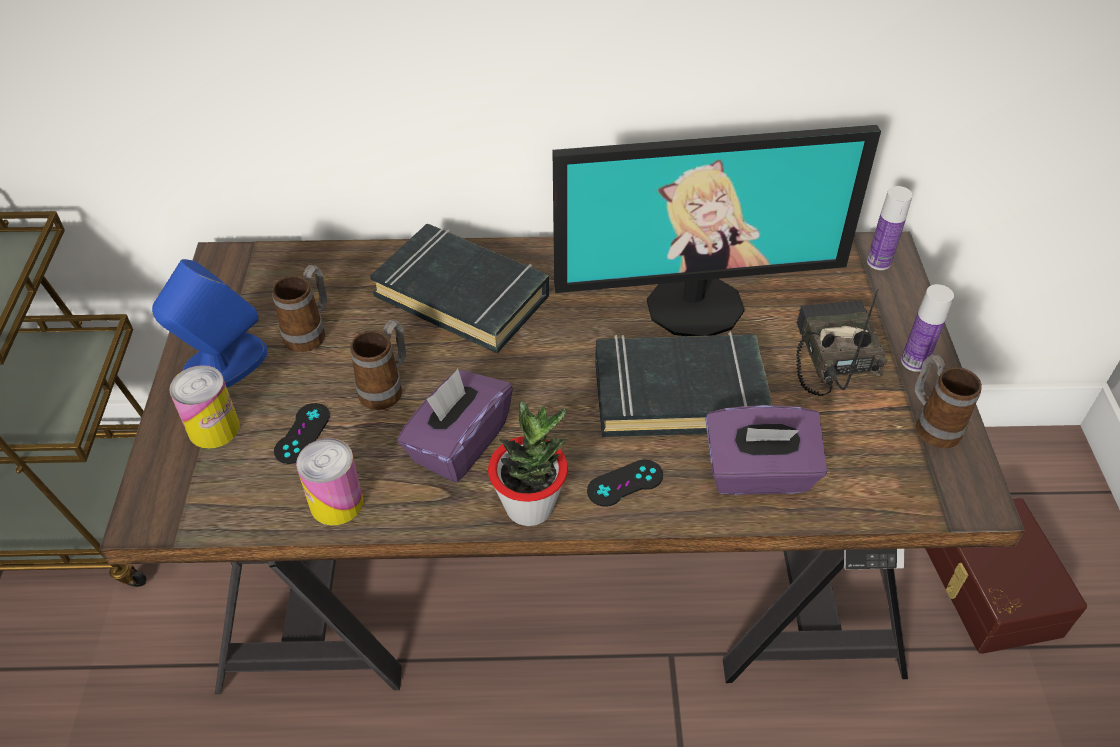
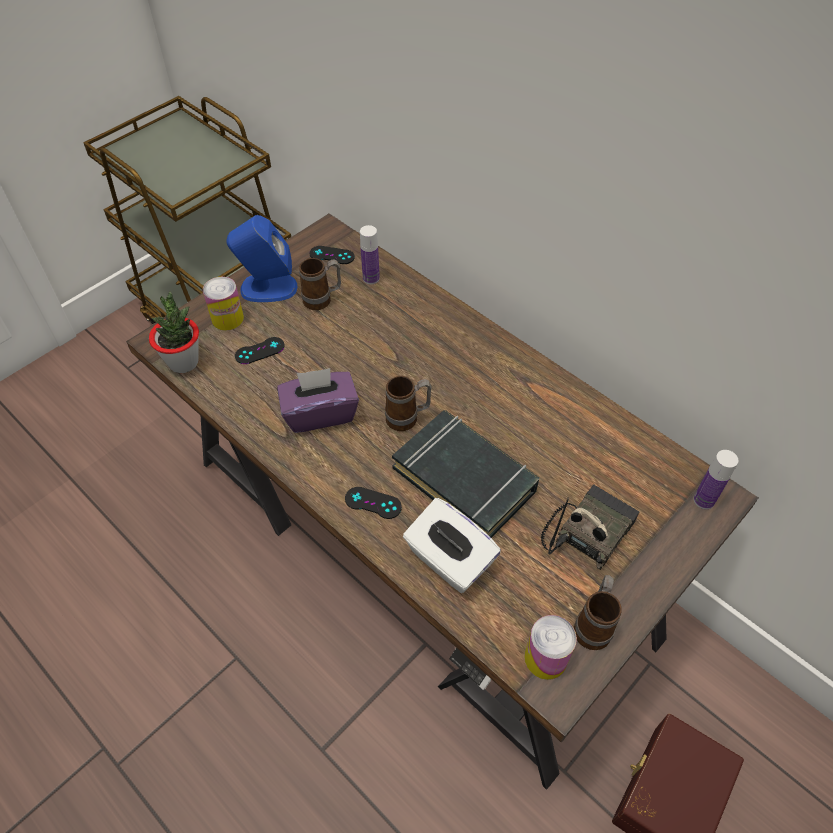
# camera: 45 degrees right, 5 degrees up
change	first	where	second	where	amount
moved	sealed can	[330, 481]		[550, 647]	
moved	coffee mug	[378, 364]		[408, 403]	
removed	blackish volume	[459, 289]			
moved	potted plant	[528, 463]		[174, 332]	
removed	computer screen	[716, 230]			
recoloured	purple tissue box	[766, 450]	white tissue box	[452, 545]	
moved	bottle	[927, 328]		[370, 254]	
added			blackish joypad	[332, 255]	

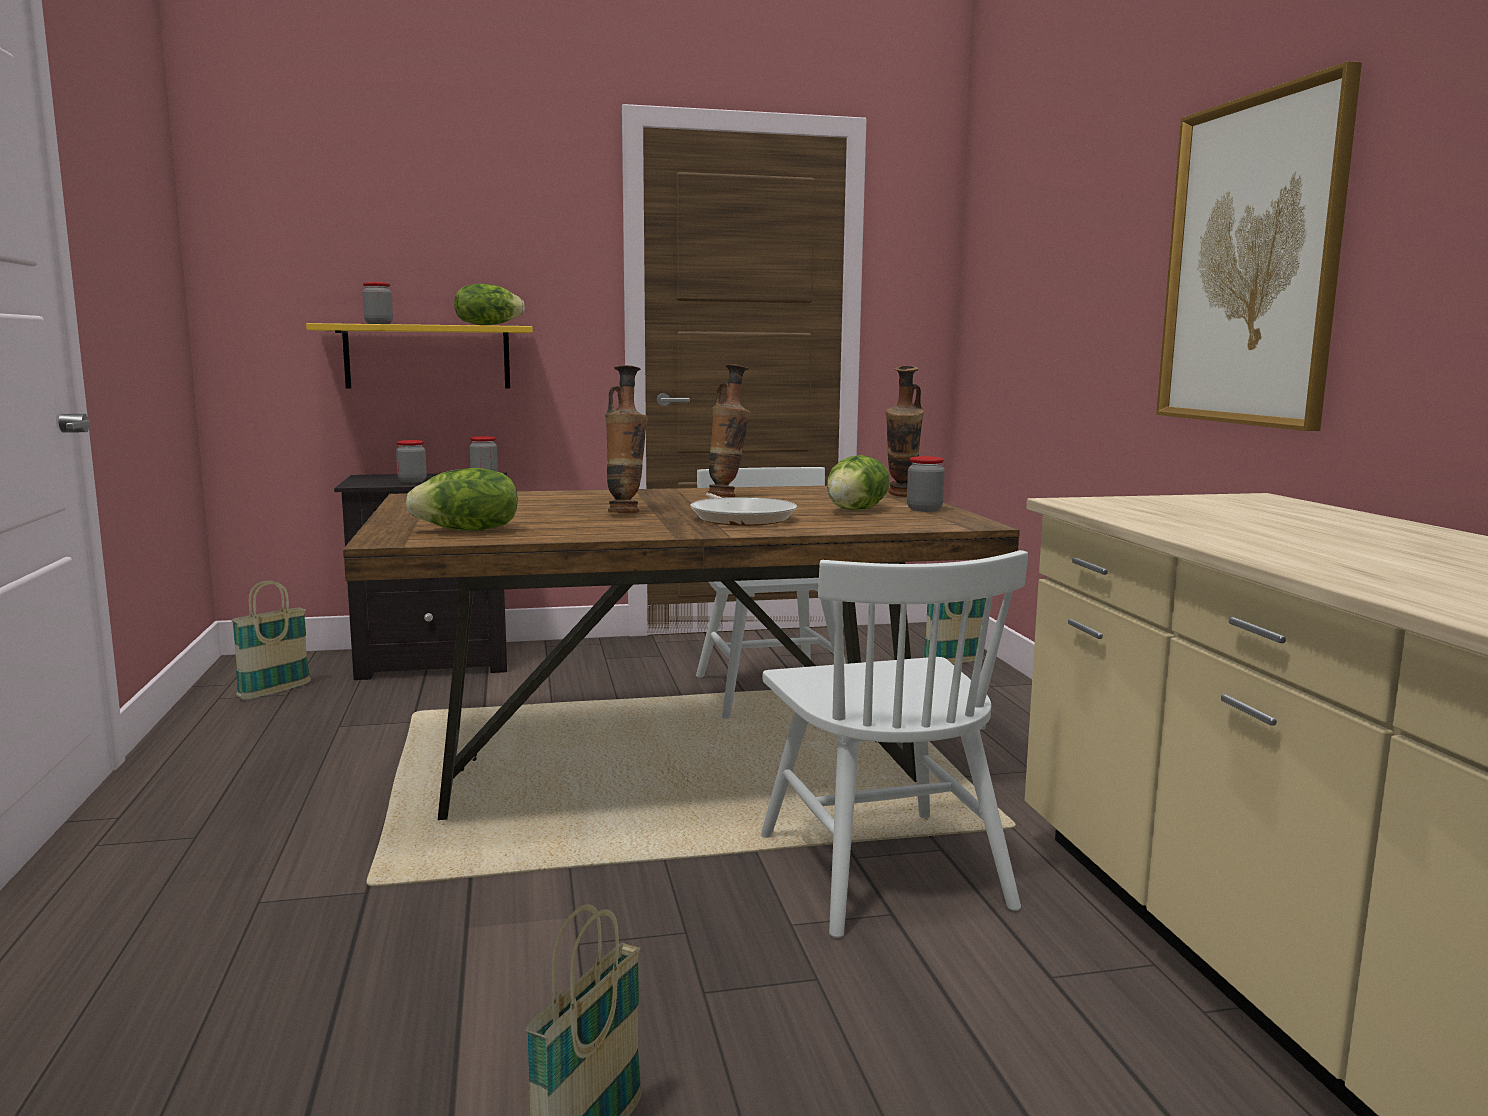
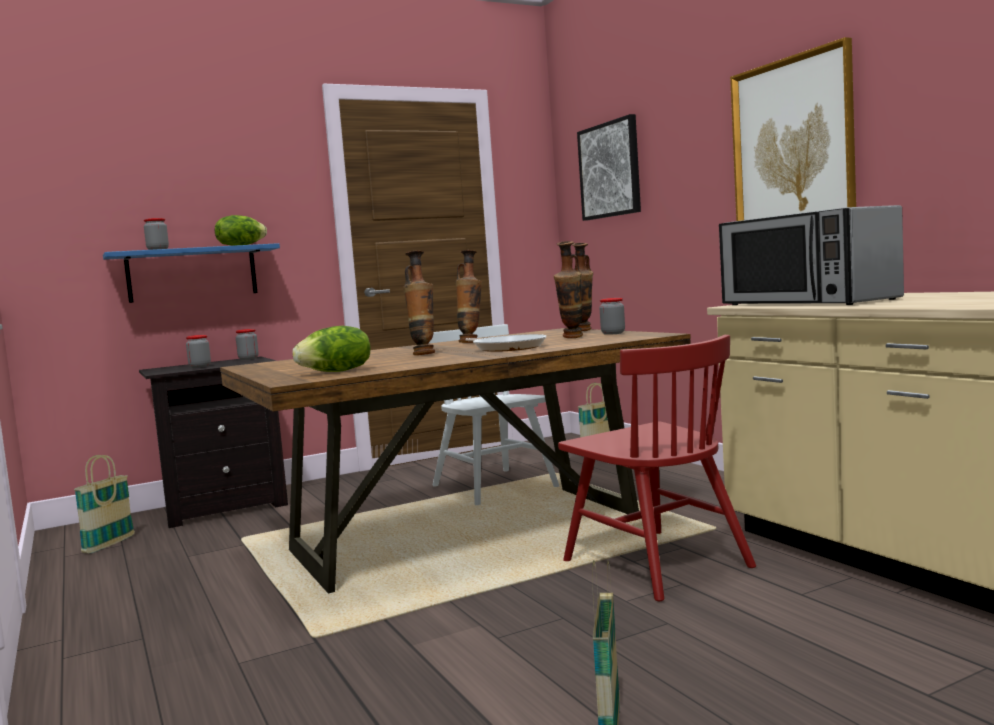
# camera: 15 degrees left, 5 degrees down
change	first	where	second	where	amount
recoloured	yellow-coloured bracket shelf	[419, 356]	bluish bracket shelf	[191, 273]	
recoloured	white upright chair	[894, 744]	reddish upright chair	[657, 468]	
replaced	head of lettuce	[858, 482]	decorative vase	[568, 289]	
added			wall art	[609, 167]	
added			kitchen microwave	[811, 255]	

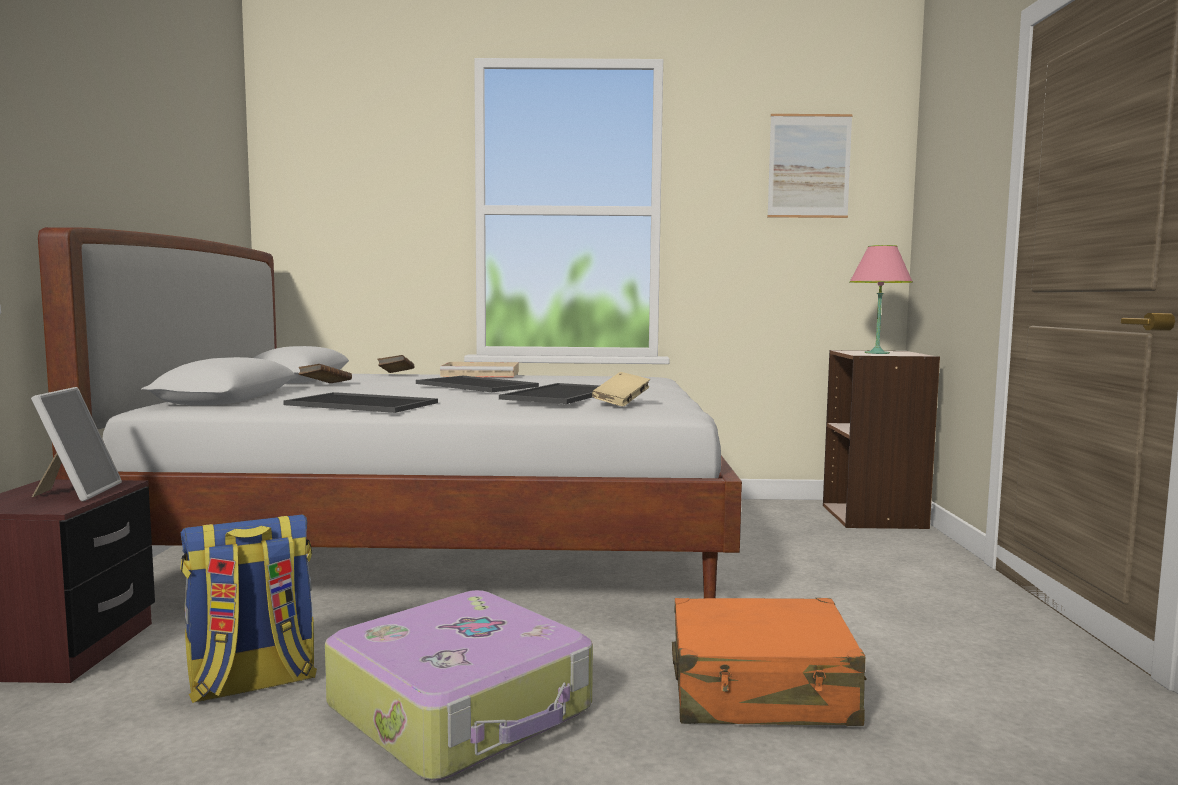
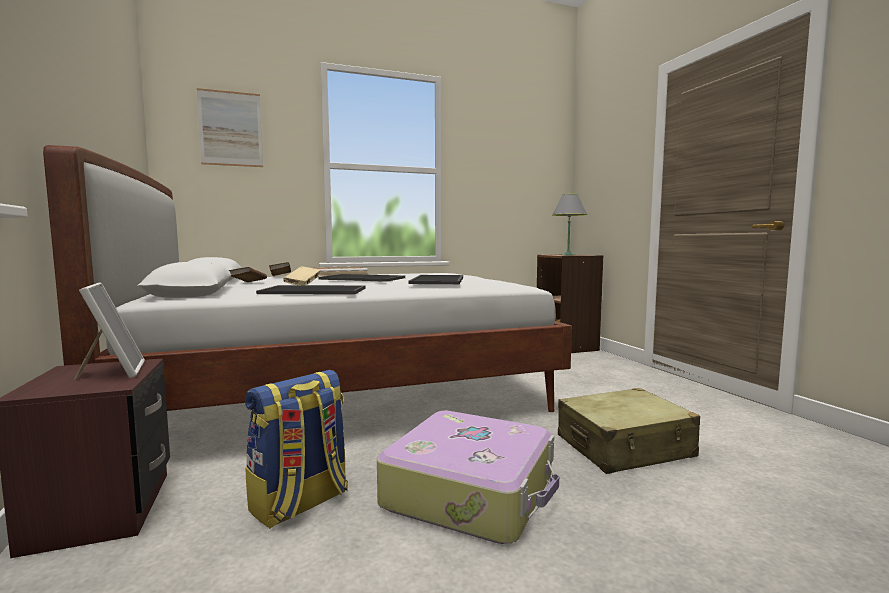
# camera: 20 degrees left, 0 degrees up
change	first	where	second	where	amount
moved	beige-coloured volume	[621, 389]		[302, 275]	
recoloured	orange piece of luggage	[769, 662]	beige-coloured piece of luggage	[629, 431]	
moved	wall art	[809, 166]		[230, 127]	
recoloured	pink-coloured lamp for a table	[881, 299]	grey lamp for a table	[570, 224]	

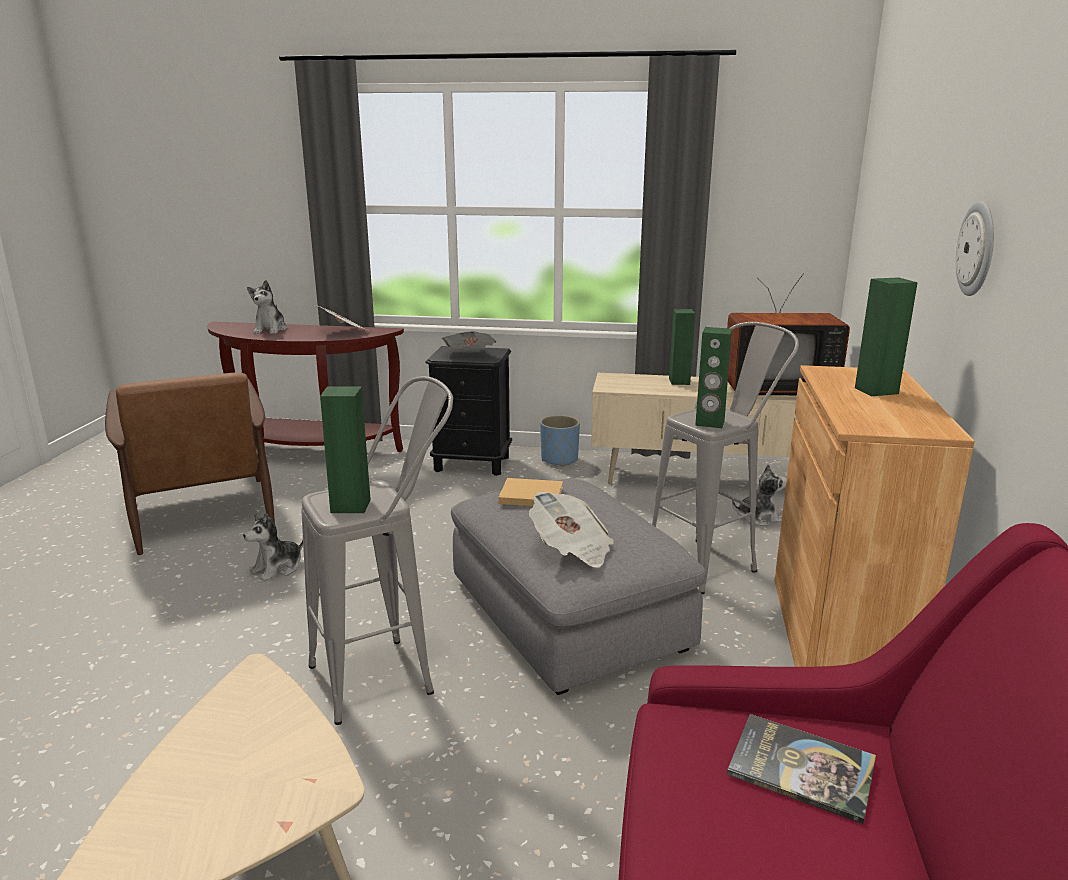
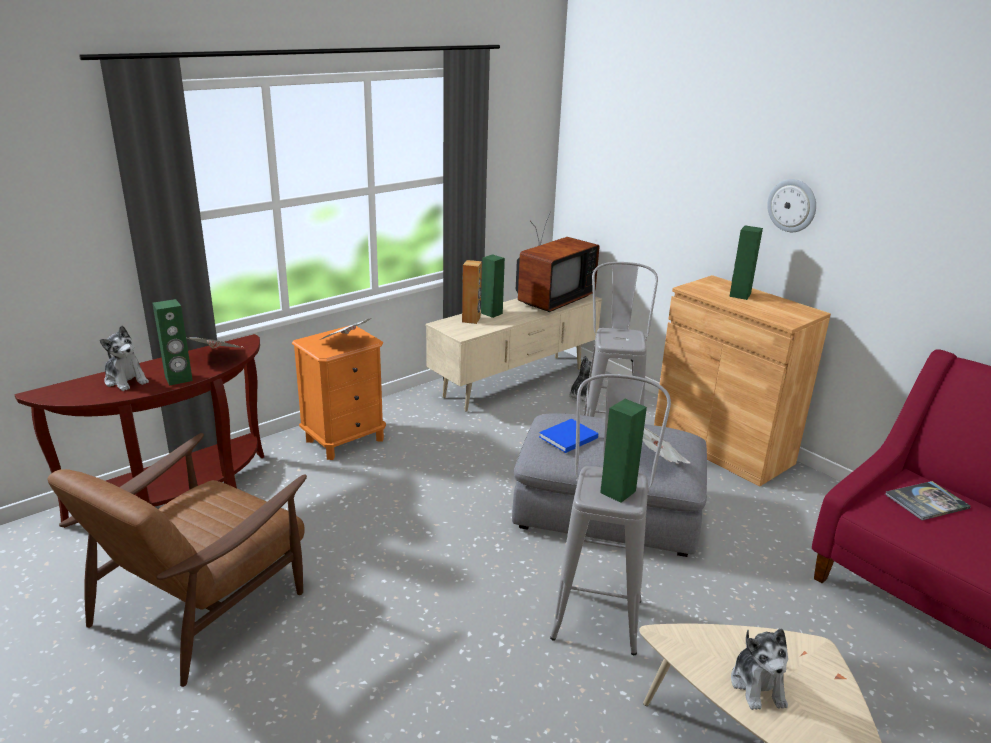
# camera: 50 degrees left, 5 degrees up
change	first	where	second	where	amount
turned	brown easy chair	[190, 464]		[177, 560]	105 degrees clockwise
moved	soft toy	[273, 547]		[759, 669]	
recoloured	blackish nightstand	[468, 411]	orange nightstand	[339, 393]	
recoloured	beige-coloured volume	[530, 492]	bluish volume	[568, 436]	
removed	bluish planter	[560, 441]			
moved	greenish loudspeaker	[713, 377]		[173, 342]	
added			brown loudspeaker	[472, 292]	

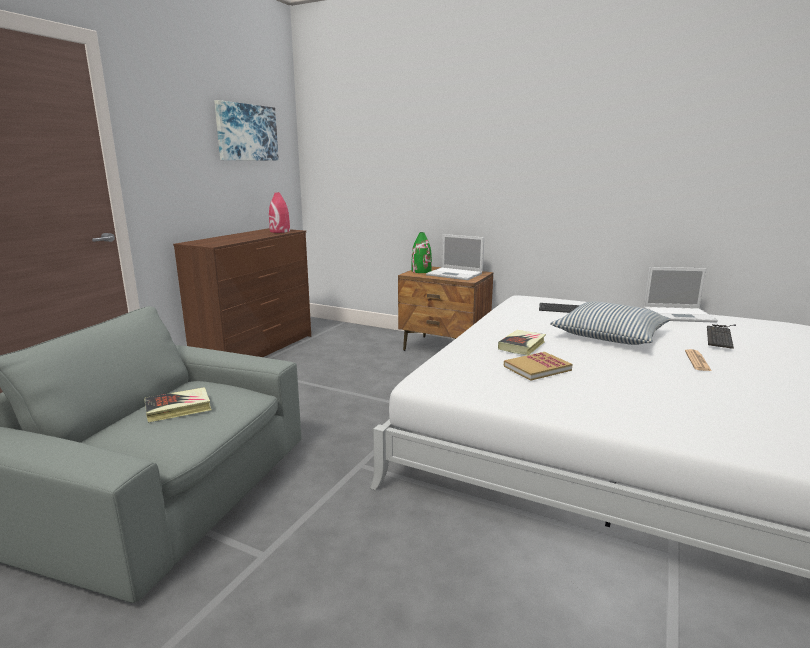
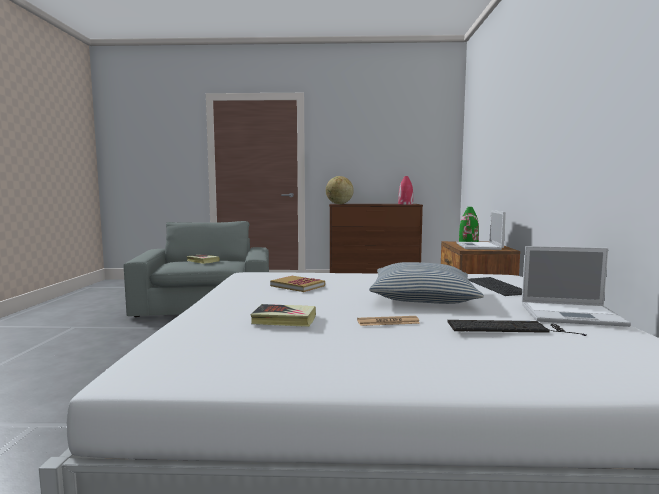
# camera: 65 degrees right, 10 degrees down
change	first	where	second	where	amount
removed	wall art	[246, 130]			
moved	volume	[522, 342]		[283, 315]	
turned	portable computer	[681, 295]		[576, 286]	60 degrees counterclockwise
added			desk globe	[340, 190]	

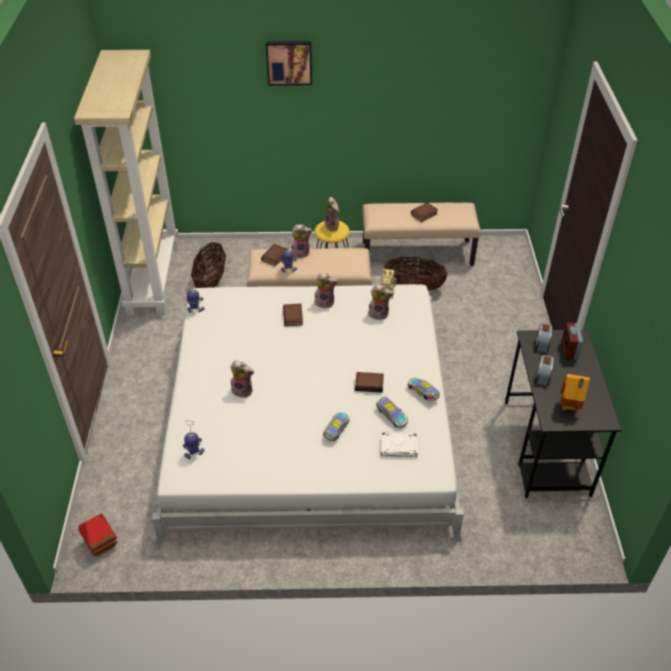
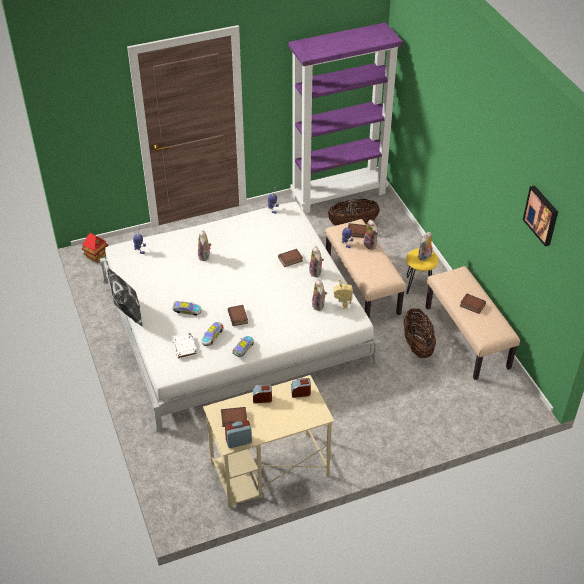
# camera: 70 degrees right, 0 degrees up
change	first	where	second	where	amount
recoloured	beige-coloured bookcase	[126, 182]	purple bookcase	[346, 118]	
moved	wall art	[289, 63]		[540, 216]	
recoloured	blackish desk	[563, 414]	beige-coloured desk	[268, 442]	
replaced	toy house	[575, 392]	volume	[234, 417]	
moved	table clock	[572, 341]		[238, 434]	
added			cushion	[124, 297]	

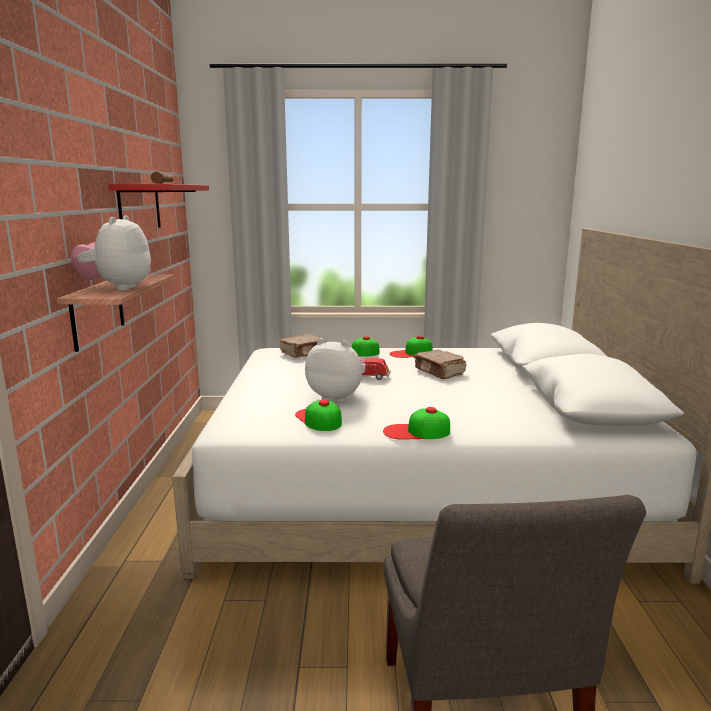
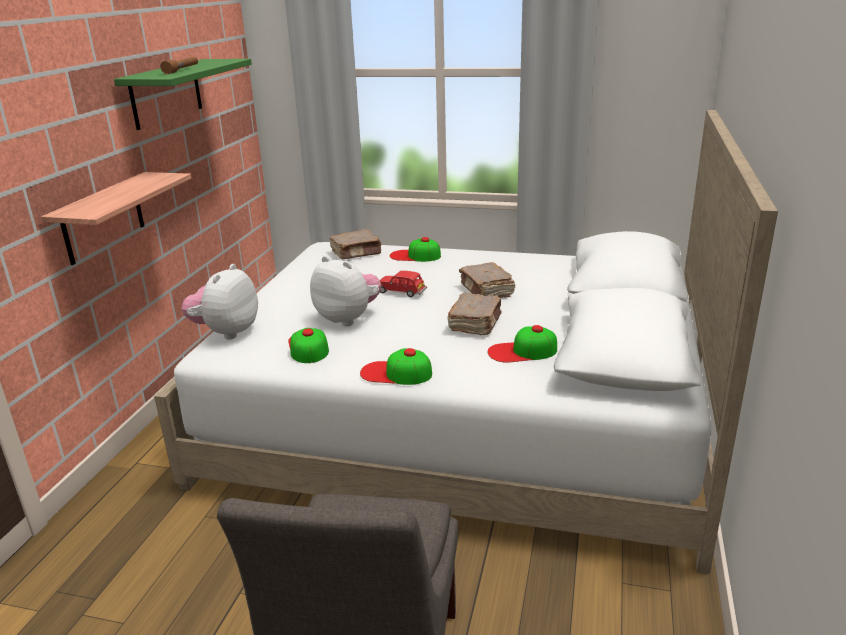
# camera: 15 degrees right, 10 degrees up
change	first	where	second	where	amount
moved	soft toy	[110, 253]		[219, 302]	
recoloured	reddish bracket shelf	[158, 206]	greenish bracket shelf	[183, 94]	
moved	peaked cap	[411, 347]		[522, 343]	
added			brown volume	[474, 314]	

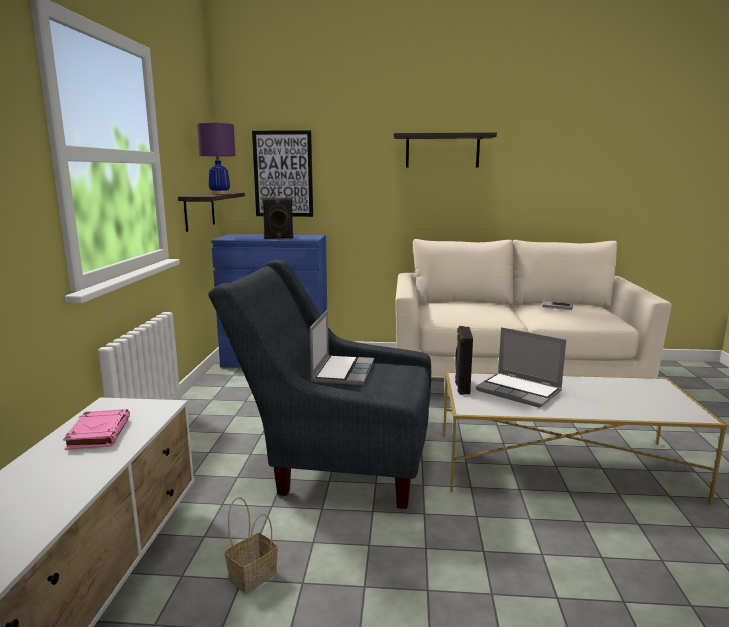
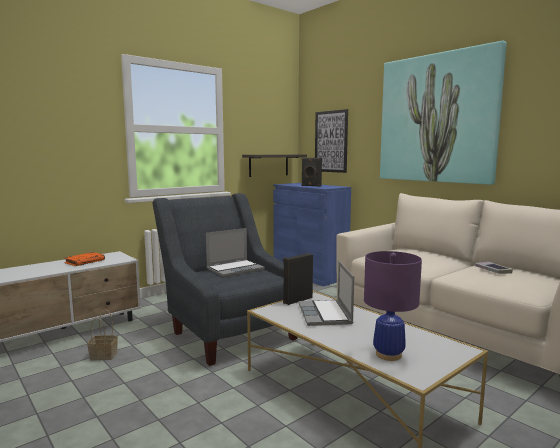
# camera: 45 degrees right, 5 degrees down
change	first	where	second	where	amount
recoloured	pink-coloured volume	[96, 429]	orange volume	[84, 259]	
moved	purple lamp for a table	[216, 157]		[393, 306]	
replaced	bracket shelf	[445, 150]	wall art	[443, 113]	

